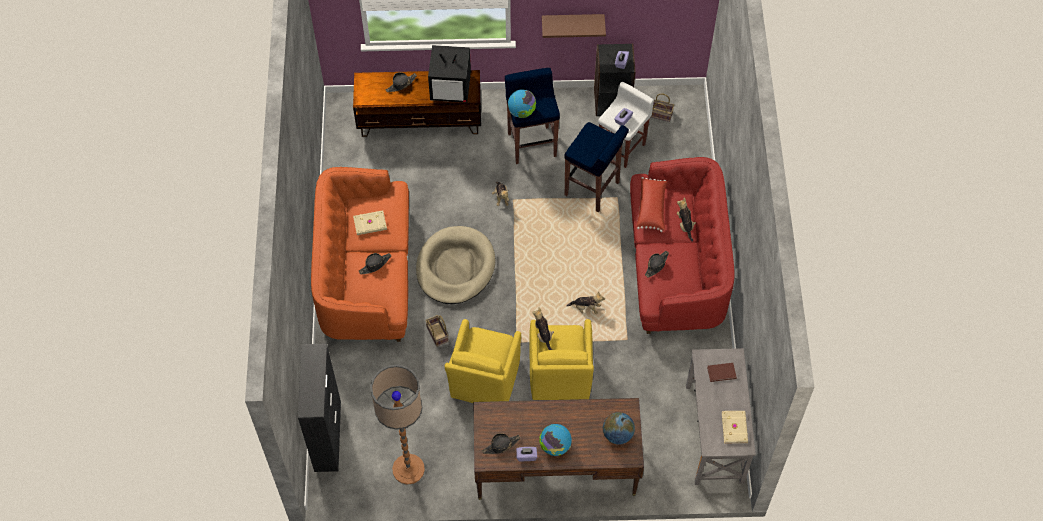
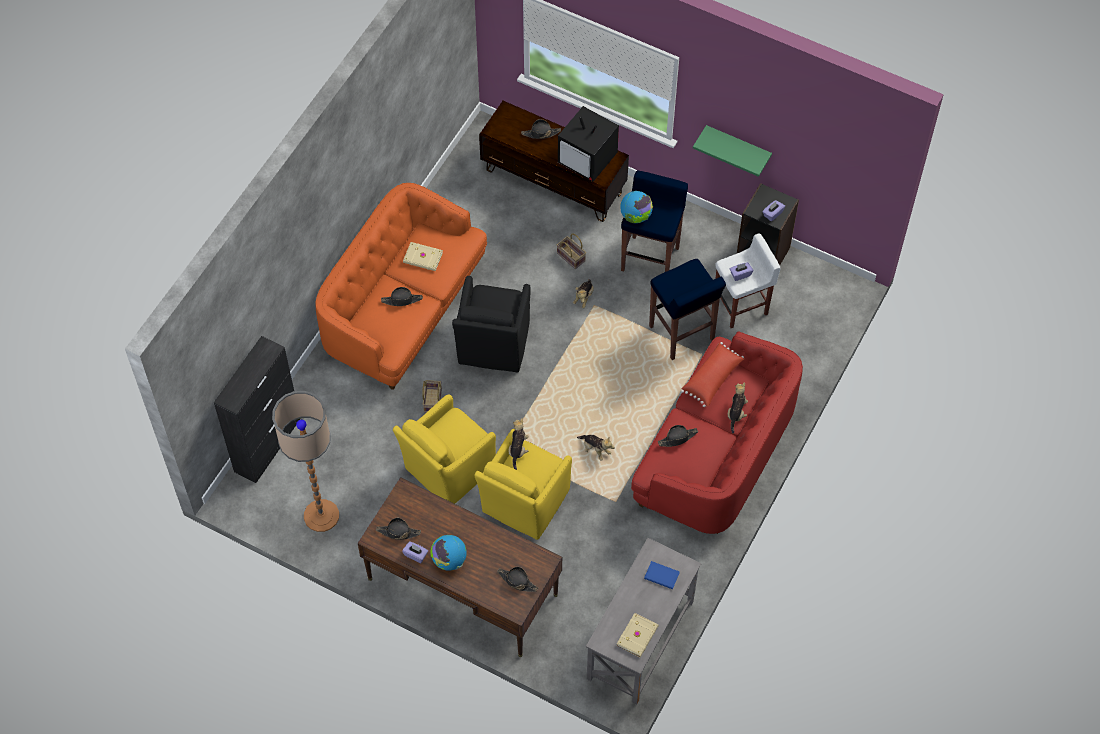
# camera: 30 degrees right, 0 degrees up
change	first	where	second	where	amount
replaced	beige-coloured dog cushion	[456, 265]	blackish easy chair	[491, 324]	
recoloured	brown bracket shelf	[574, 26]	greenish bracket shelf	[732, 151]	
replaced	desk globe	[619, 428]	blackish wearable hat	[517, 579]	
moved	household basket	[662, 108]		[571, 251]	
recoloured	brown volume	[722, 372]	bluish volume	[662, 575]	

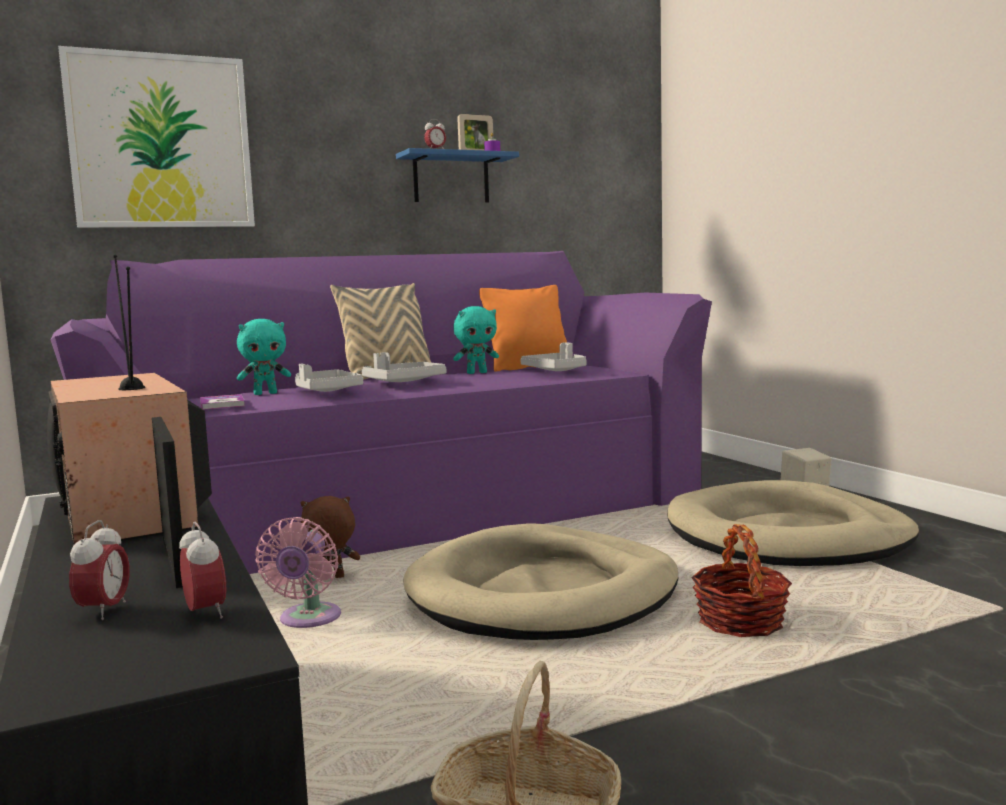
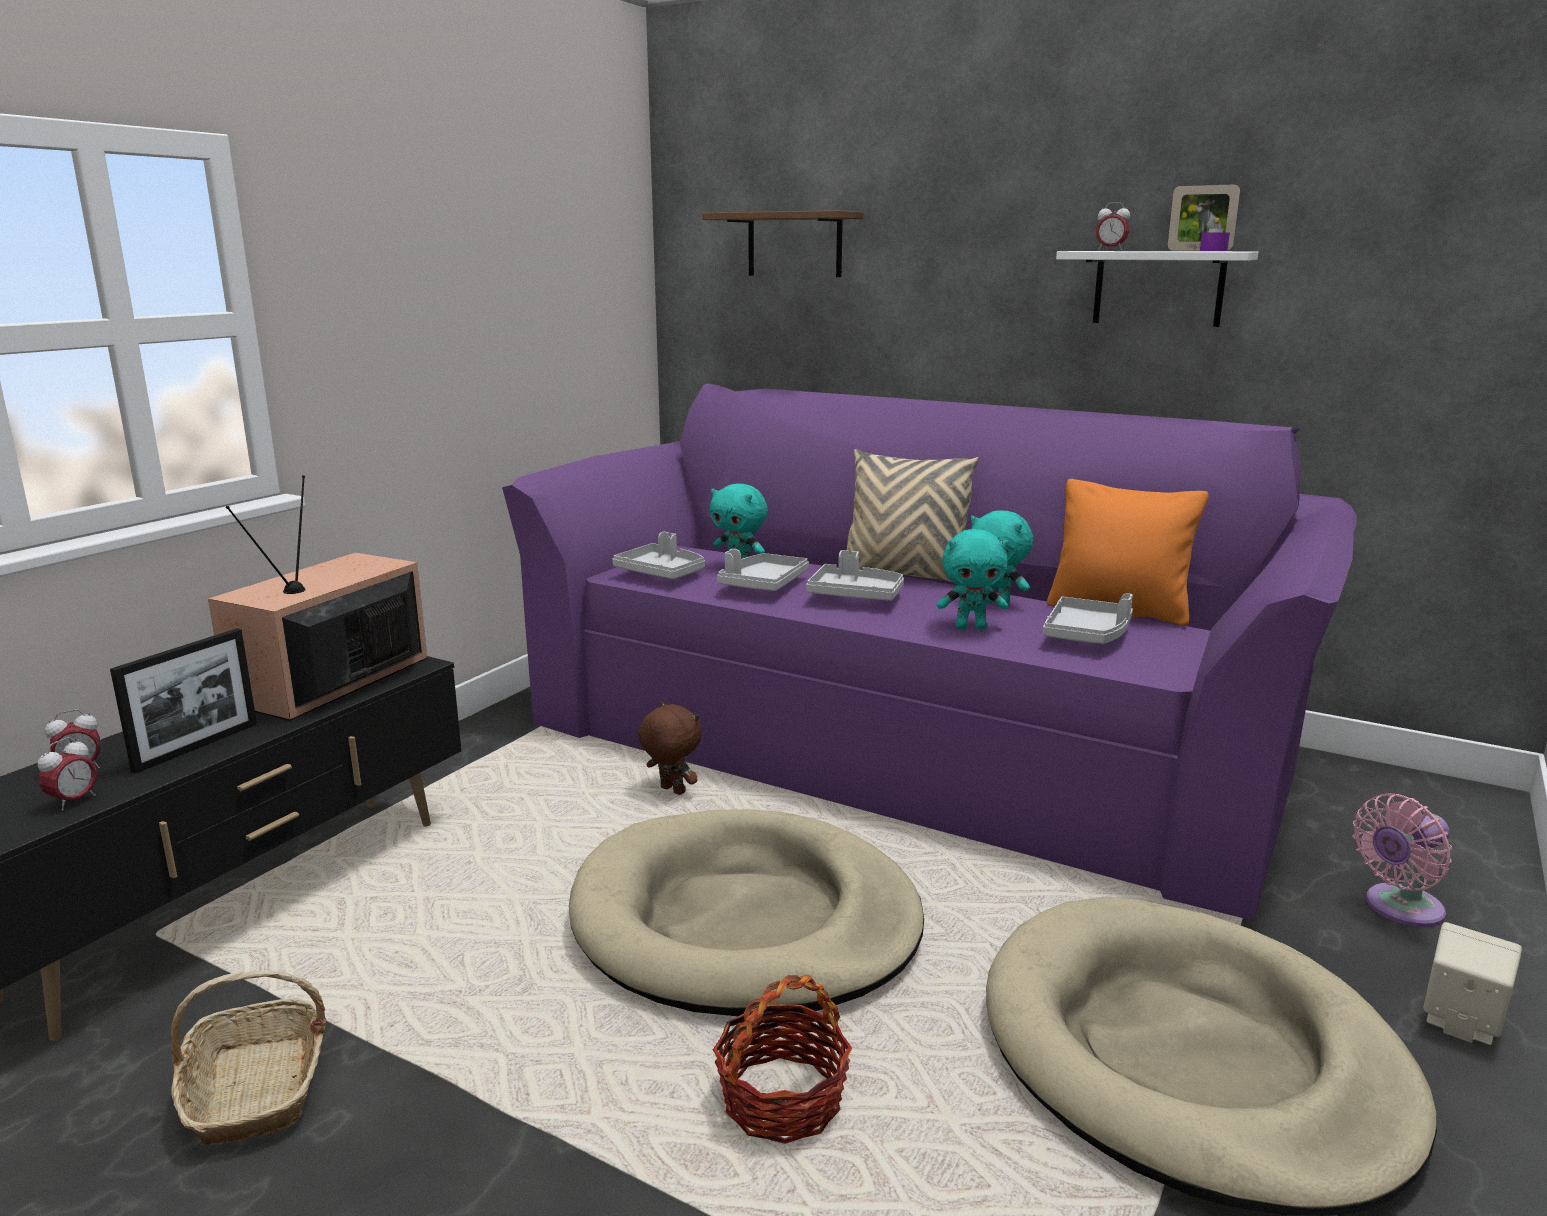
# camera: 55 degrees right, 10 degrees up
change	first	where	second	where	amount
replaced	wall art	[156, 137]	brown bracket shelf	[783, 243]	
replaced	volume	[222, 402]	grey carrying tray	[658, 555]	
moved	pink-coloured fan	[298, 572]		[1402, 860]	
recoloured	bluish bracket shelf	[457, 175]	white bracket shelf	[1157, 289]	
added			turquoise-coloured soft toy	[973, 579]	

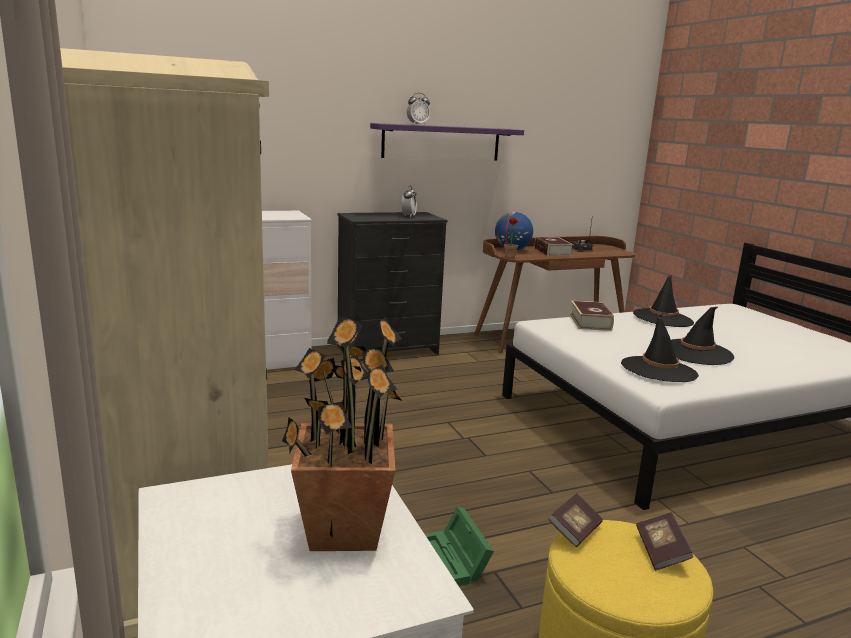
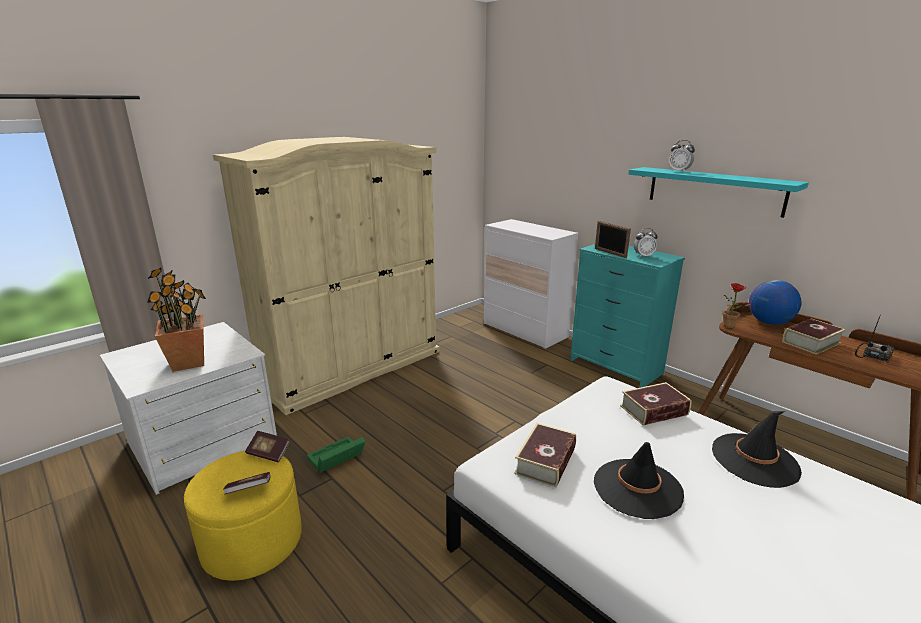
# camera: 70 degrees right, 5 degrees up
change	first	where	second	where	amount
recoloured	blackish drawer chest	[392, 283]	turquoise-coloured drawer chest	[627, 316]	
recoloured	purple bracket shelf	[447, 142]	turquoise-coloured bracket shelf	[718, 192]	
replaced	blackish wearable hat	[660, 347]	volume	[545, 455]	
added			photo frame	[613, 239]	

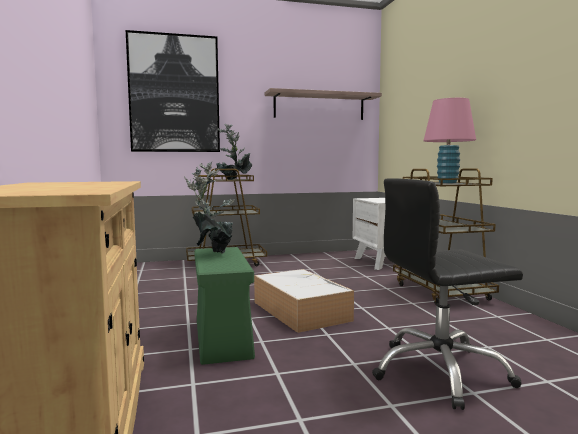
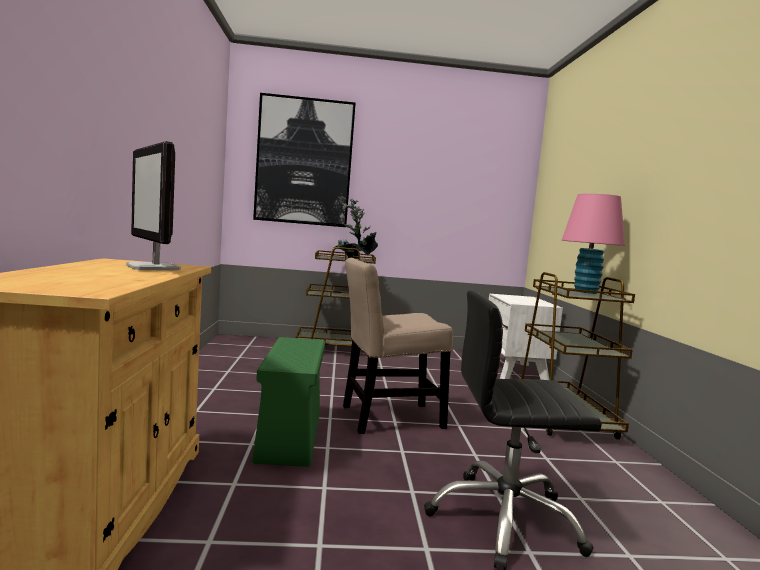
# camera: 10 degrees right, 0 degrees up
change	first	where	second	where	amount
removed	potted plant	[209, 208]			
replaced	storage box	[304, 301]	beige-coloured upright chair	[398, 346]	
removed	bracket shelf	[323, 104]			
added			computer screen	[153, 206]	

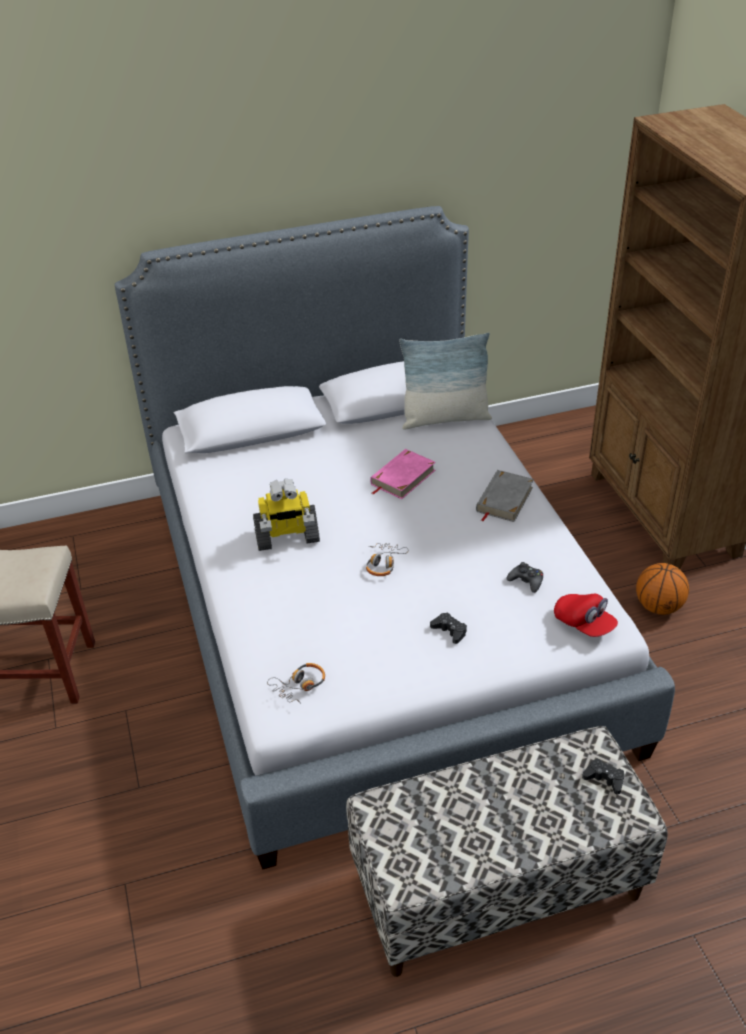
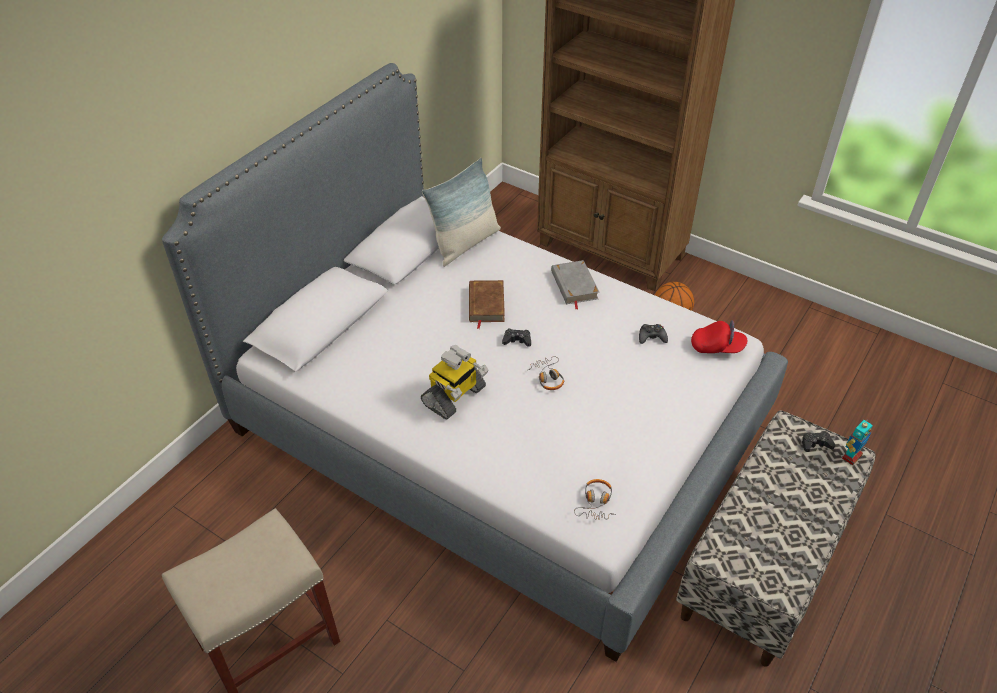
# camera: 40 degrees left, 5 degrees up
change	first	where	second	where	amount
recoloured	pink-coloured volume	[403, 474]	brown volume	[487, 304]	
moved	blackish joypad	[448, 628]		[516, 338]	
added			robot figure	[857, 442]	

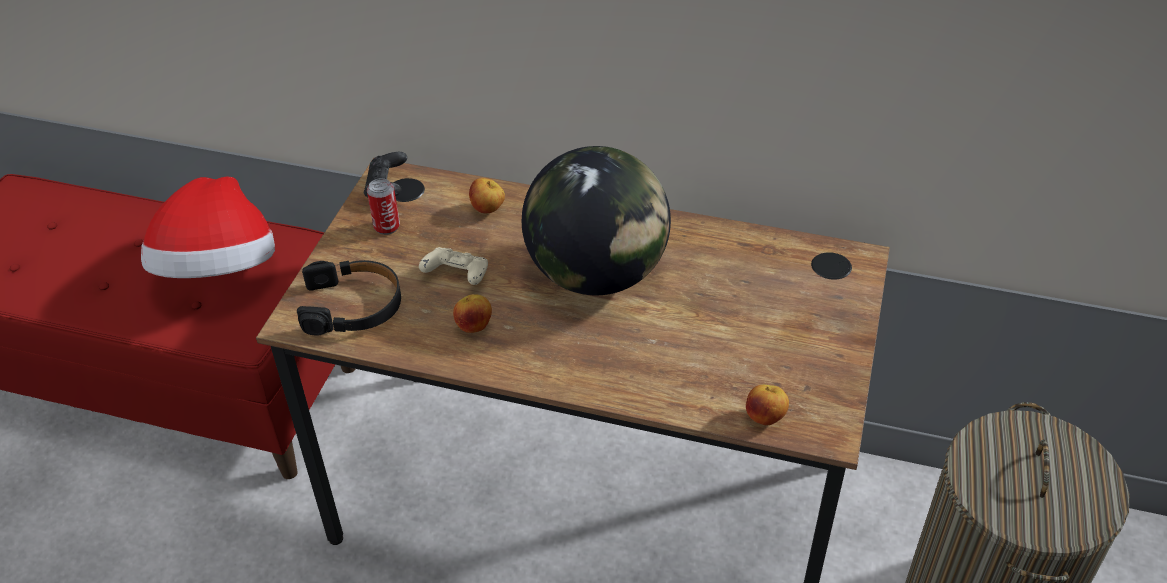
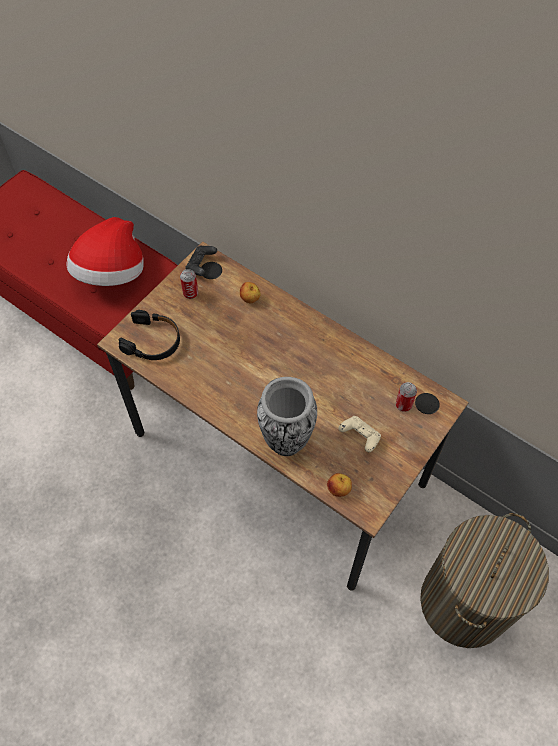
# camera: 20 degrees right, 15 degrees up
change	first	where	second	where	amount
moved	beige-coloured joypad	[453, 266]		[360, 434]	
removed	apple fruit	[472, 313]			
removed	desk globe	[596, 220]			
added			decorative vase	[287, 416]	
added			sealed can	[406, 397]	

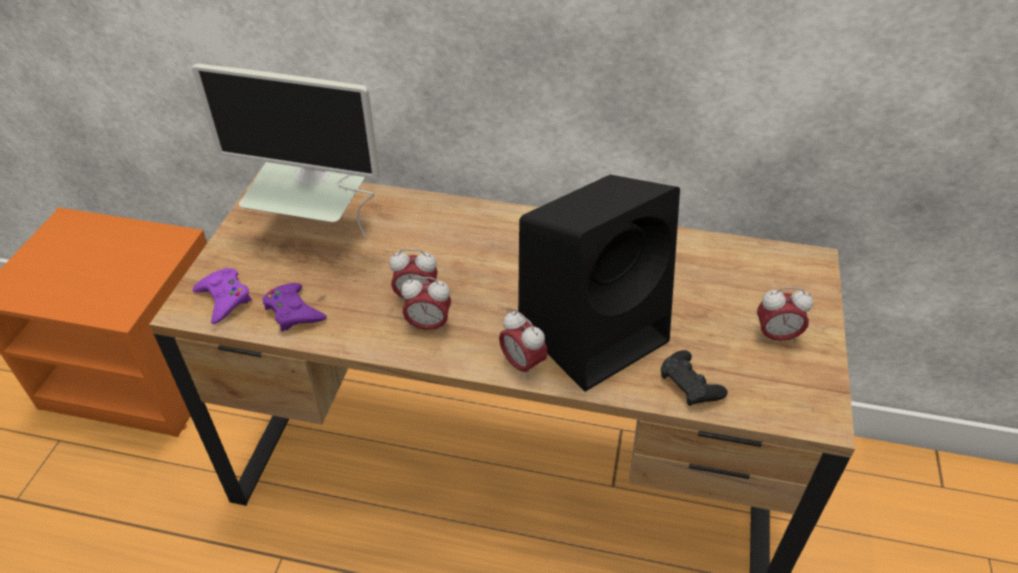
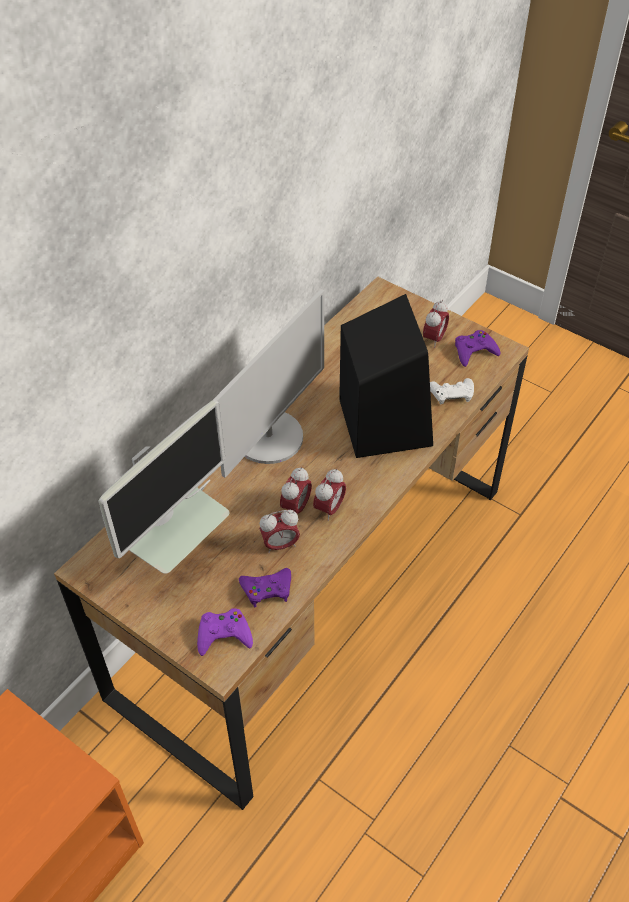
# camera: 65 degrees left, 5 degrees up
change	first	where	second	where	amount
moved	table clock	[523, 345]		[280, 531]	
recoloured	blackish joypad	[694, 378]	white joypad	[452, 391]	
added			computer screen	[268, 383]	
added			purple joypad	[477, 348]	

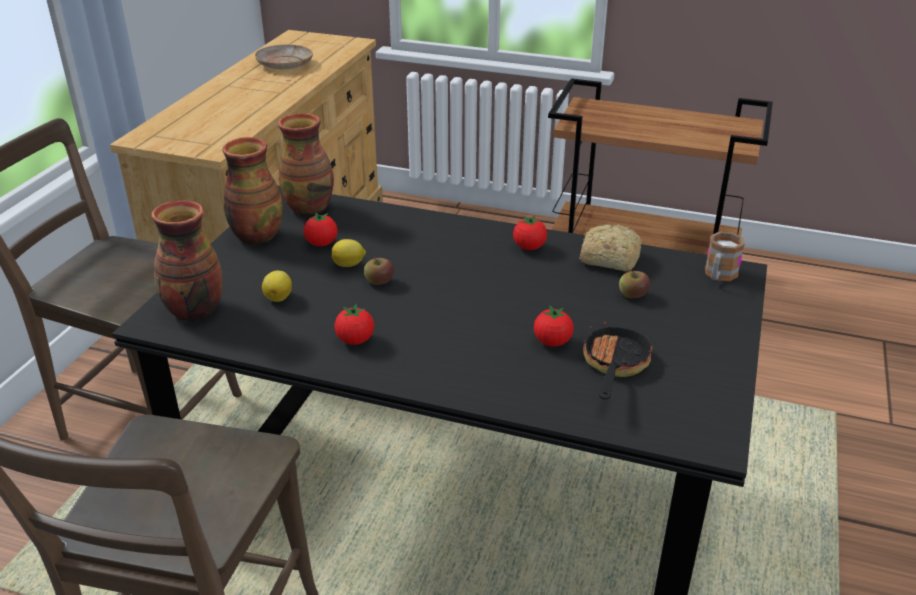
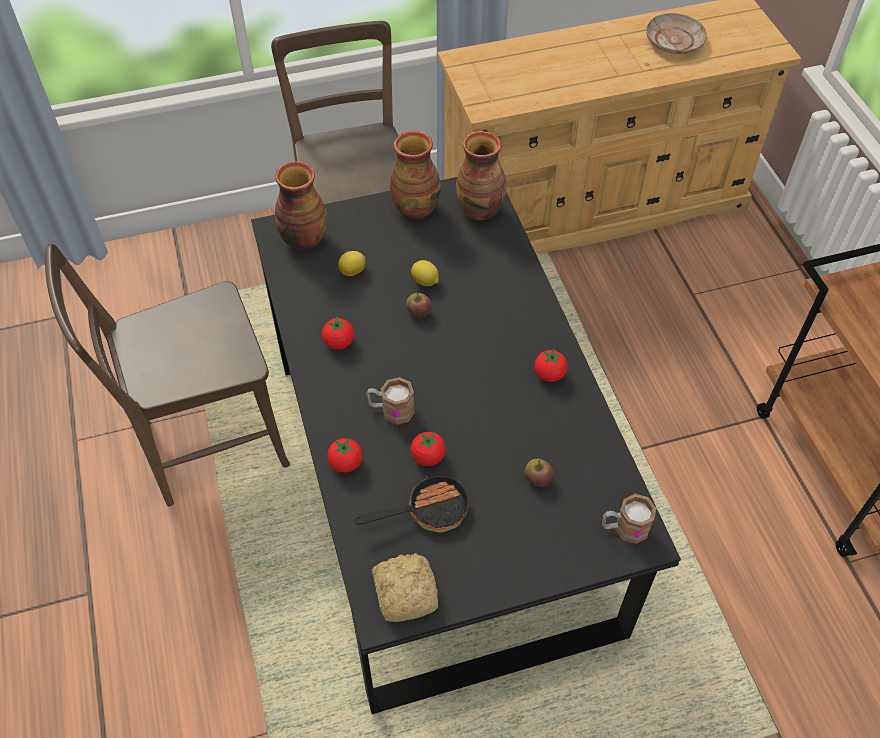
# camera: 55 degrees right, 20 degrees up
change	first	where	second	where	amount
moved	whole tomato	[320, 229]		[345, 455]	
moved	baked bread	[611, 247]		[405, 587]	
added			coffee mug	[390, 401]	

